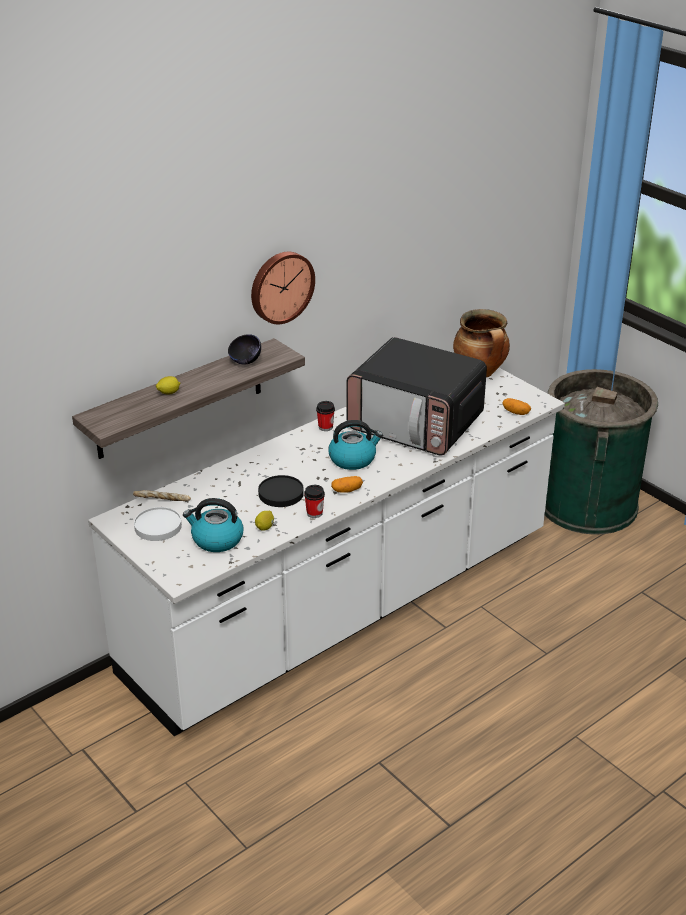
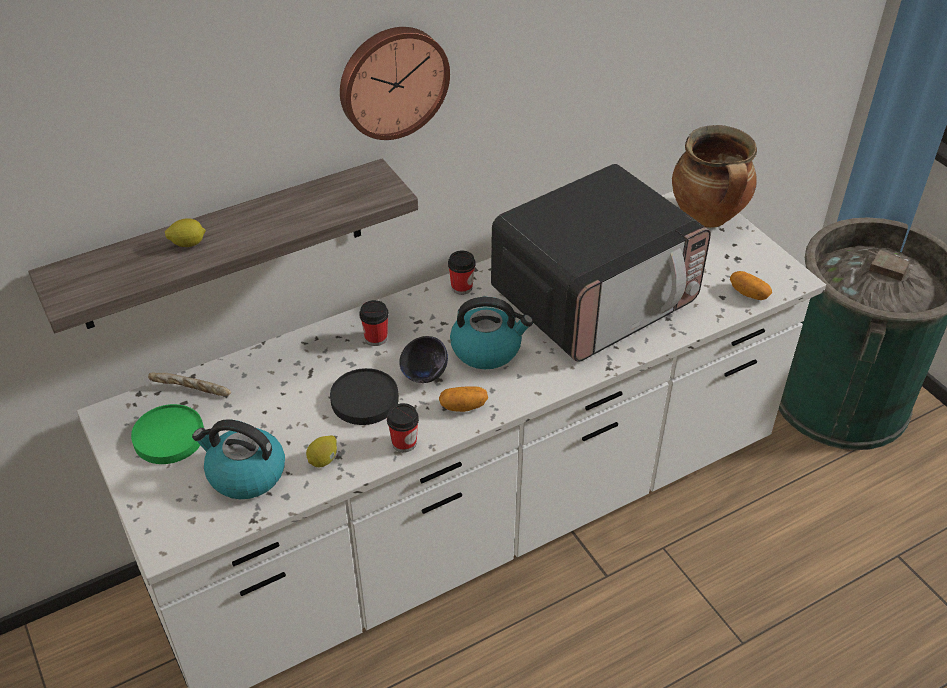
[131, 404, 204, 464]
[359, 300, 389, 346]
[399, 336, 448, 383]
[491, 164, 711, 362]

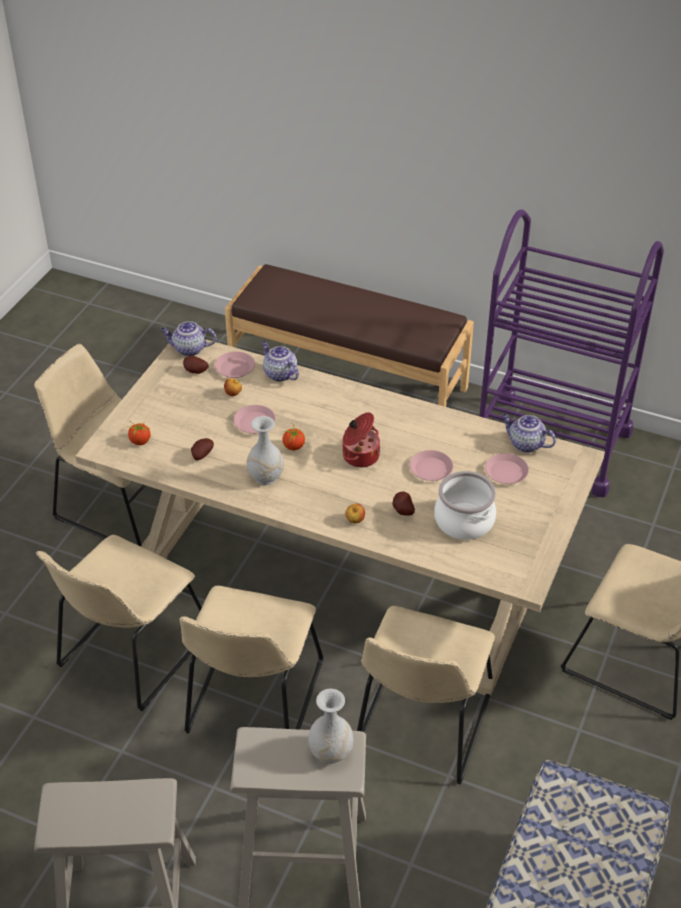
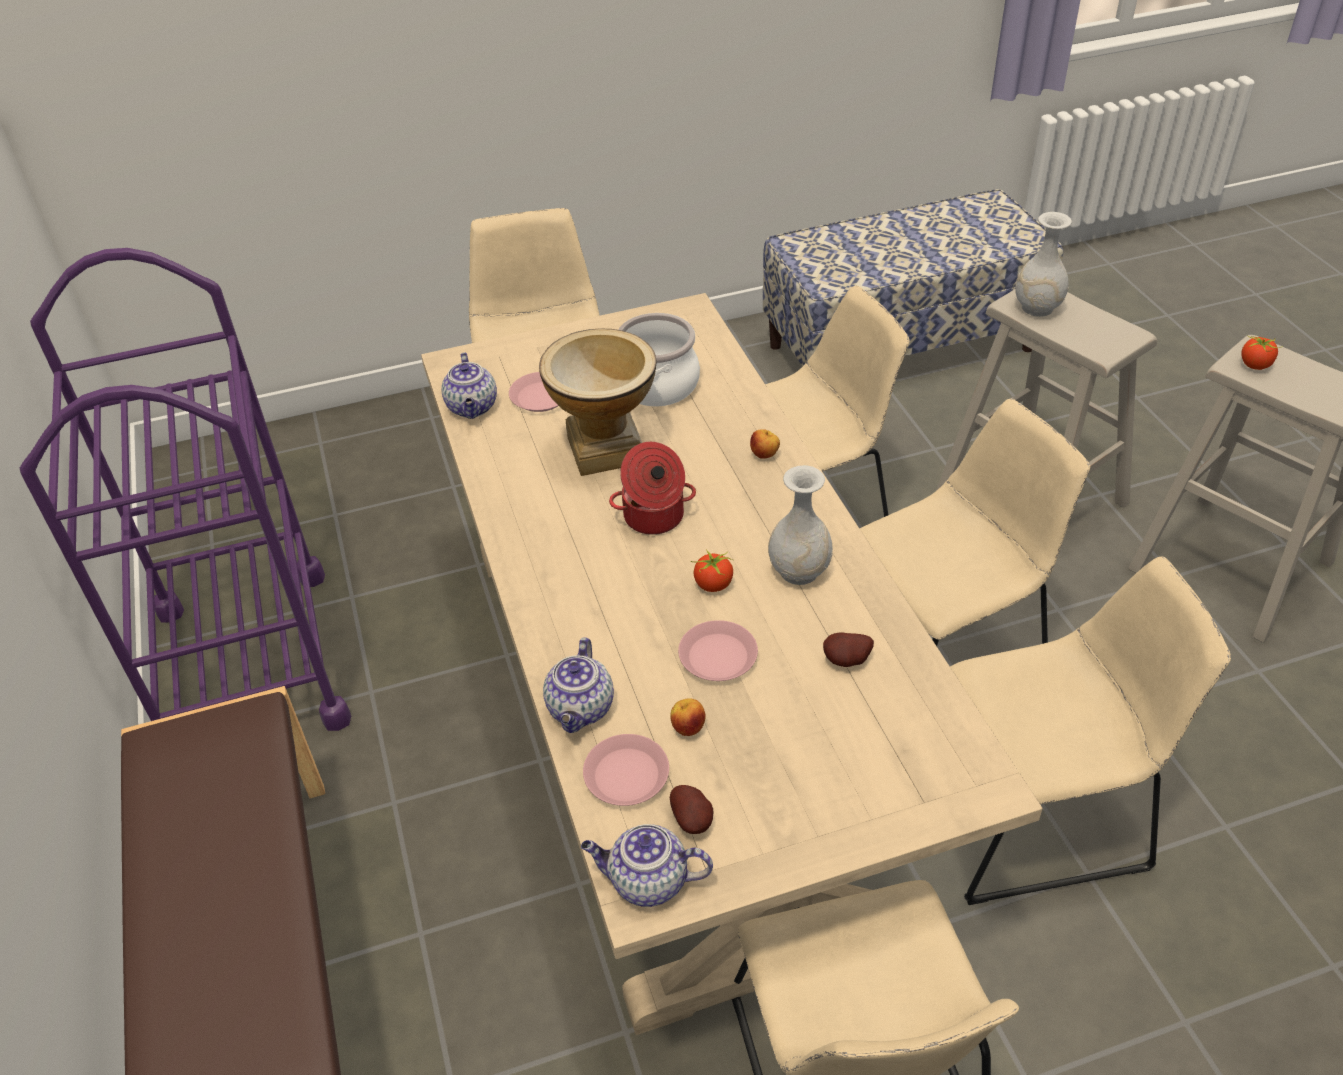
[539, 328, 656, 476]
[581, 824, 713, 907]
[1241, 335, 1283, 370]
[393, 492, 415, 516] (first image)

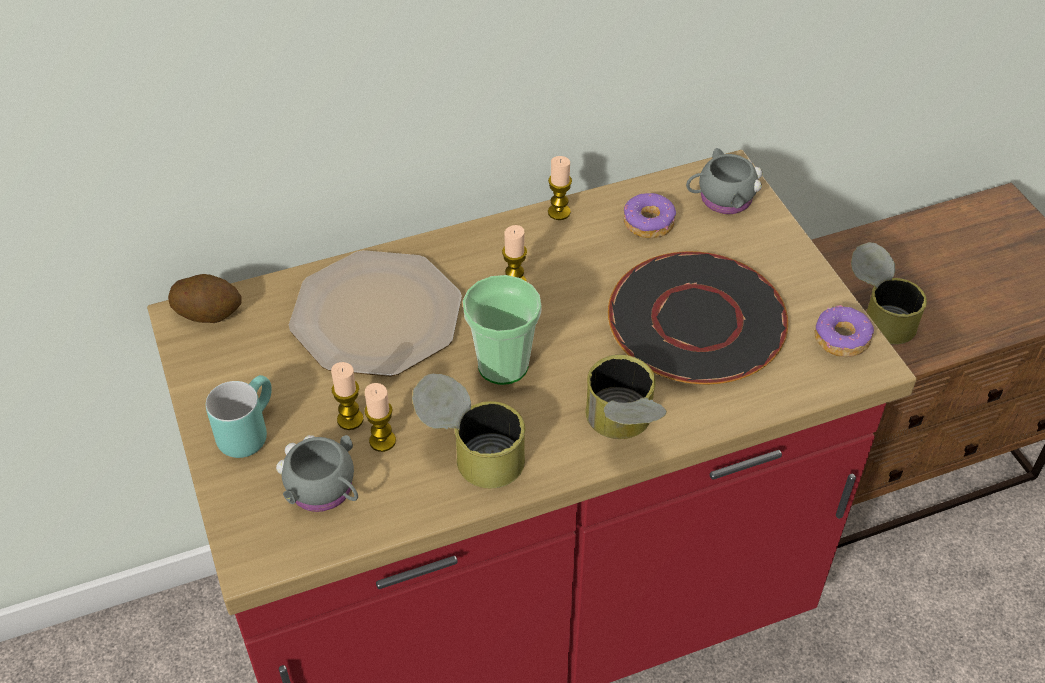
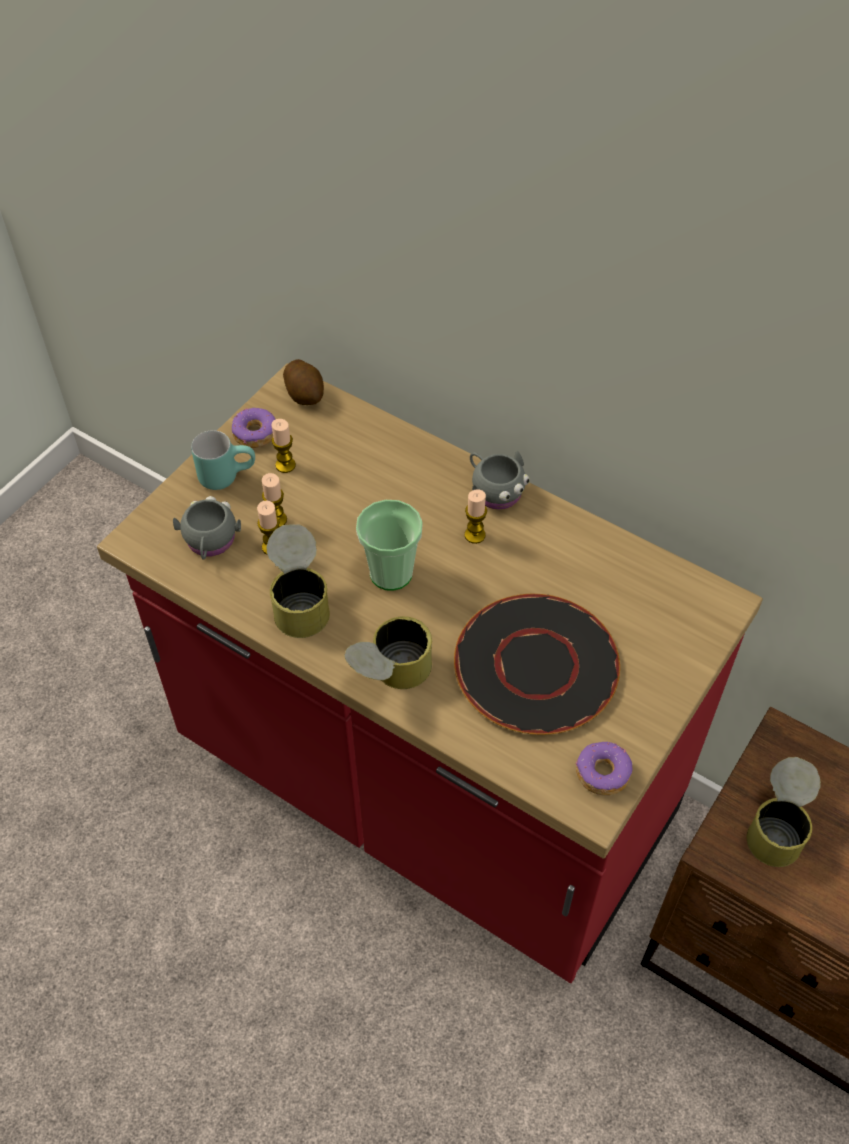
[232, 408, 276, 448]
[272, 419, 296, 473]
[470, 451, 530, 509]
[289, 250, 462, 376] (first image)

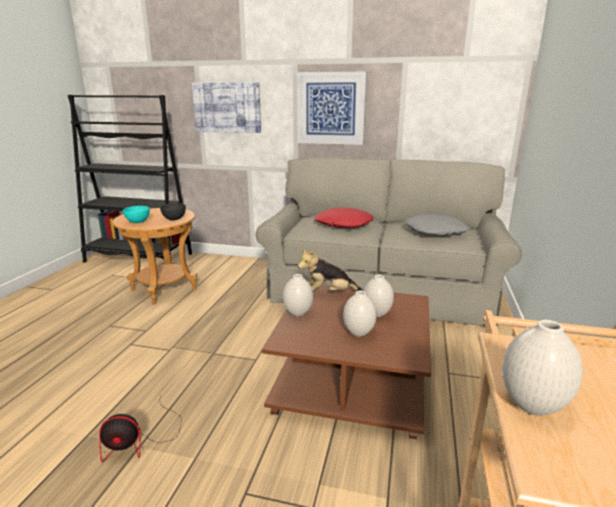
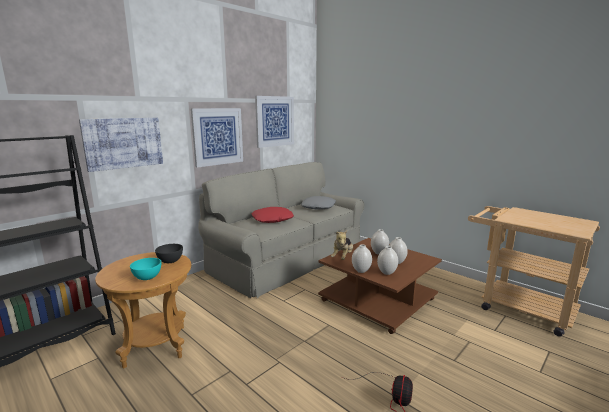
[255, 96, 294, 148]
[377, 246, 398, 275]

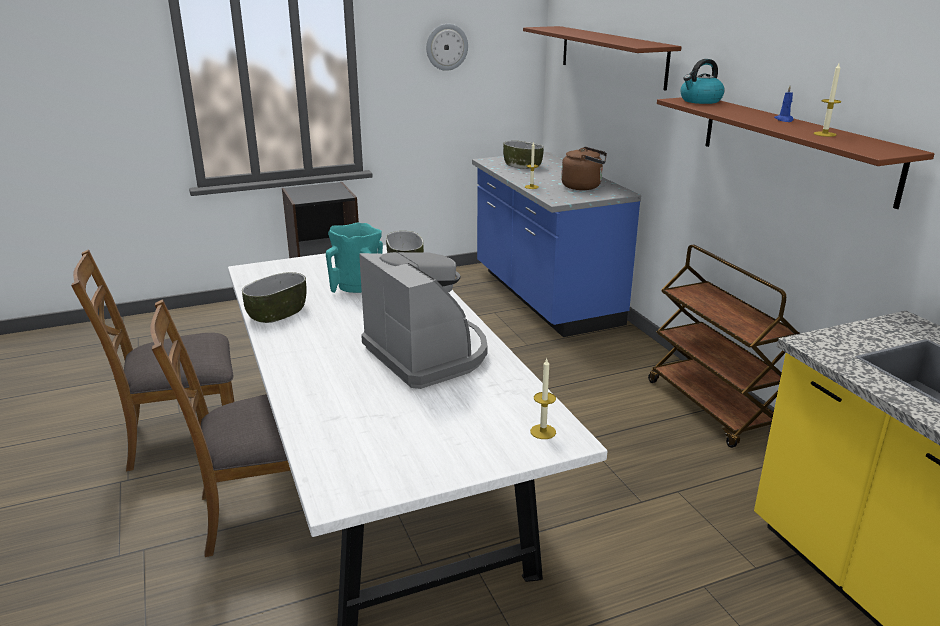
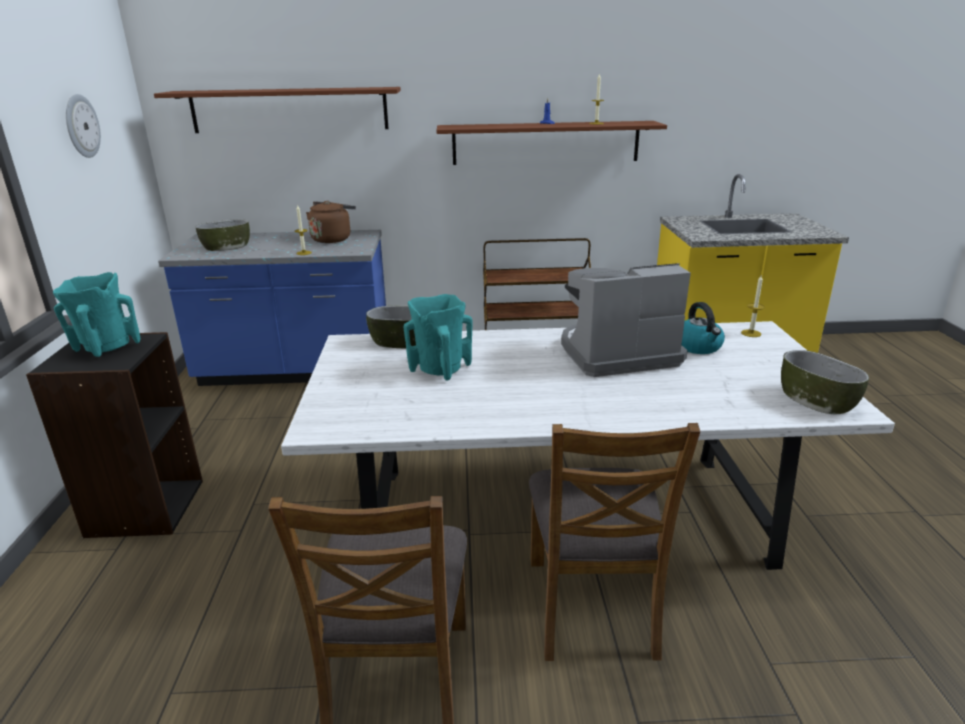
[53, 272, 141, 357]
[681, 302, 725, 354]
[781, 350, 869, 414]

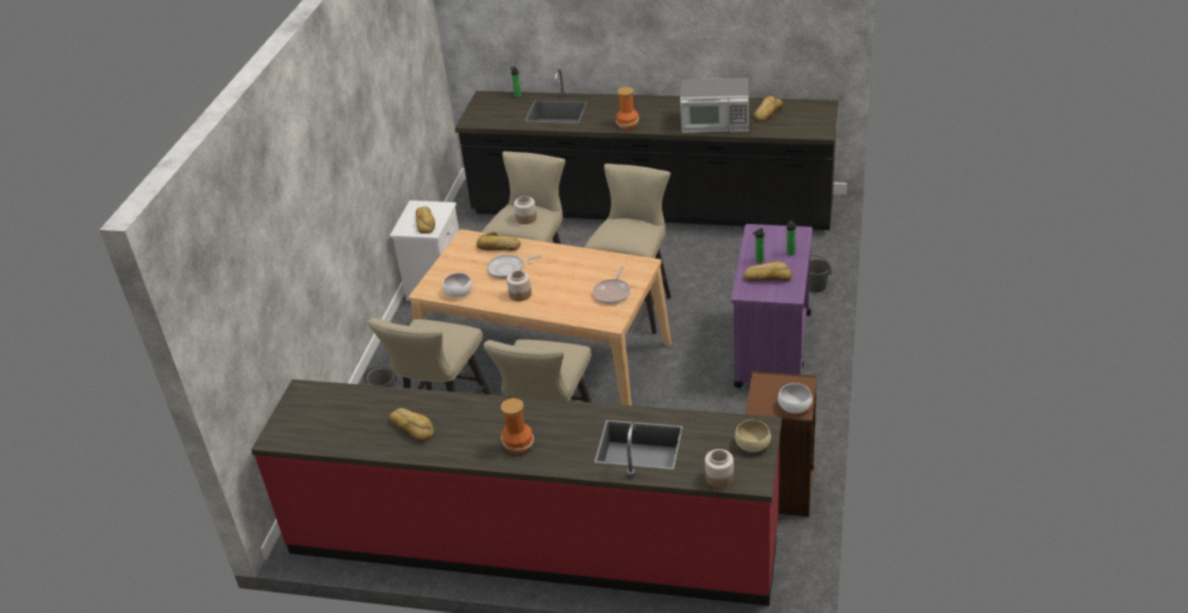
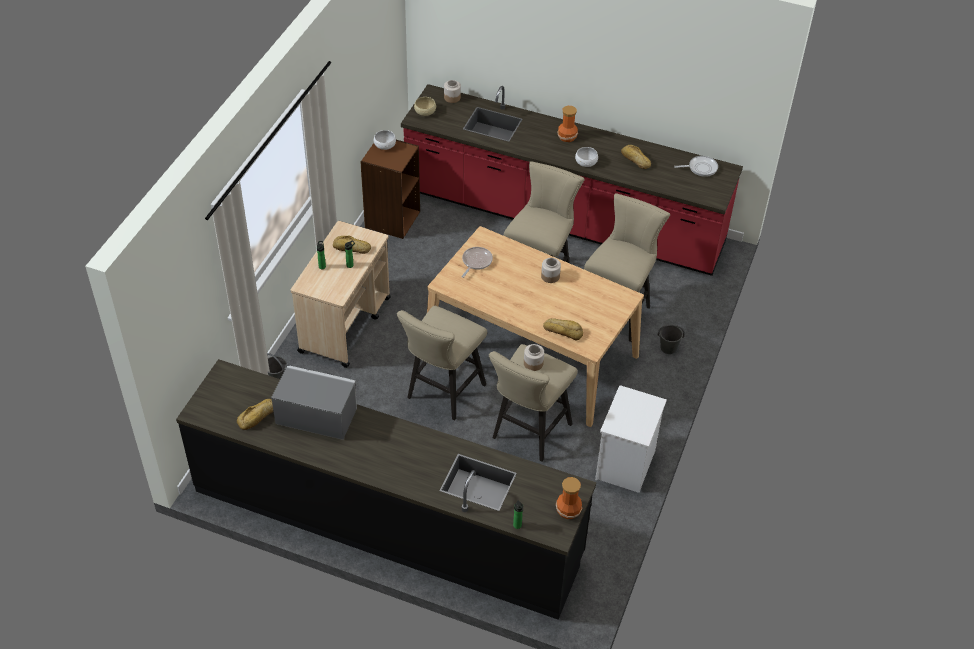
[291, 221, 391, 368]
[556, 477, 582, 519]
[575, 147, 598, 167]
[674, 156, 718, 177]
[416, 206, 435, 234] (first image)

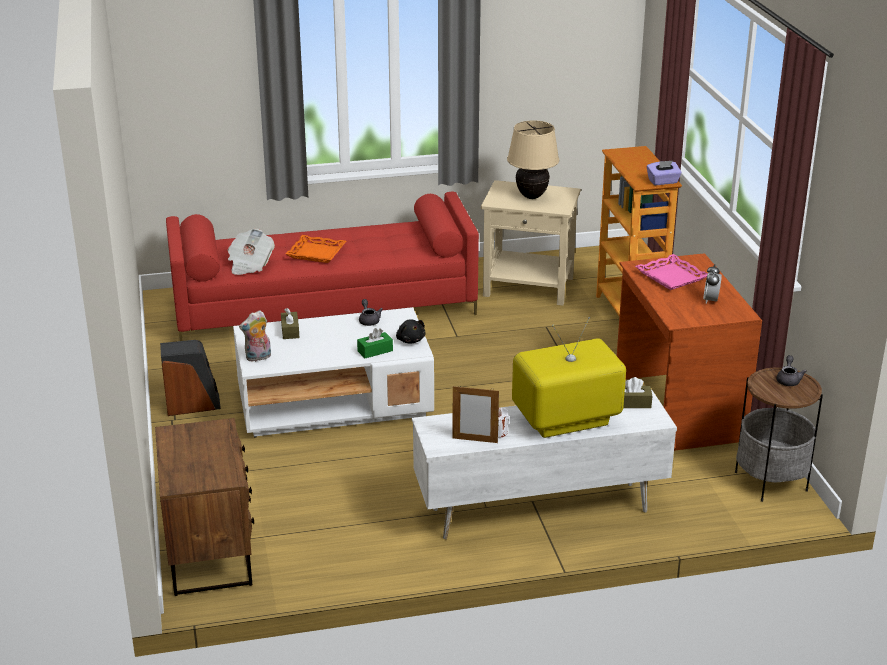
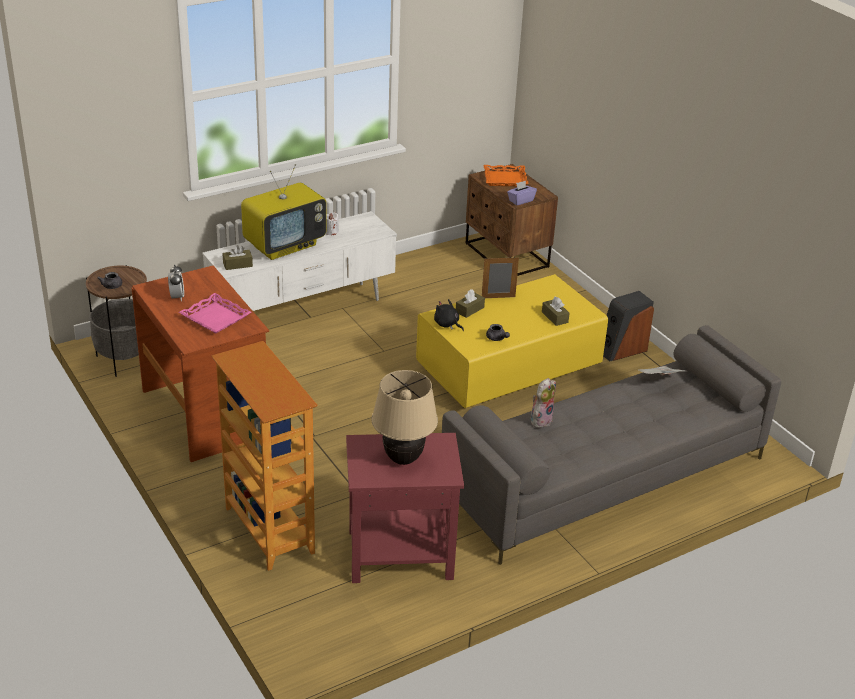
[346, 433, 464, 583]
[416, 274, 608, 408]
[442, 325, 781, 565]
[456, 289, 485, 318]
[482, 257, 519, 298]
[484, 165, 529, 186]
[507, 181, 537, 206]
[531, 378, 556, 429]

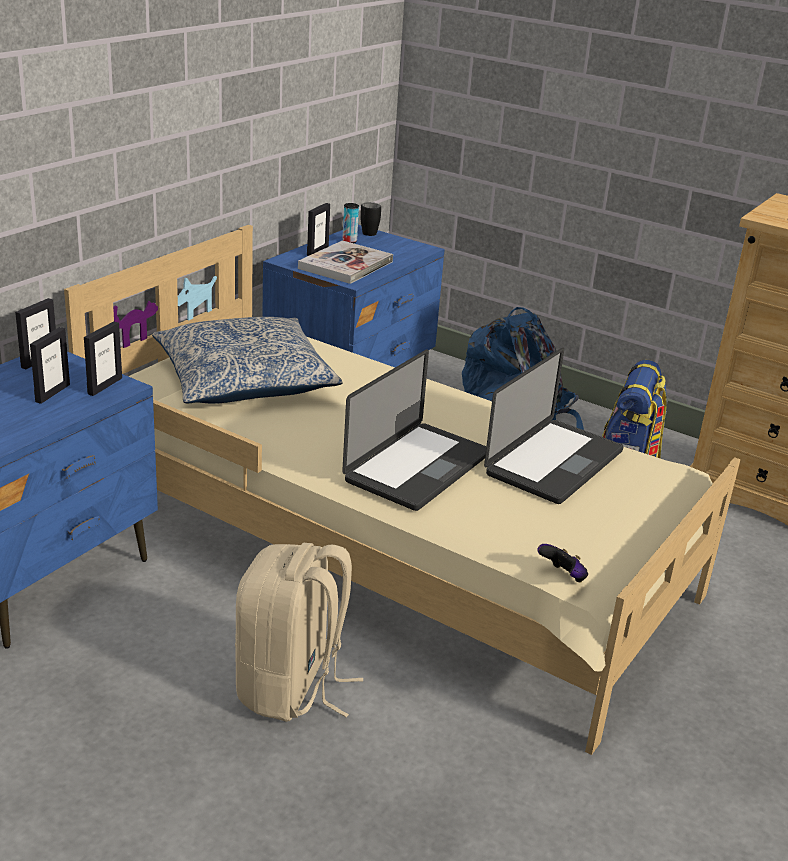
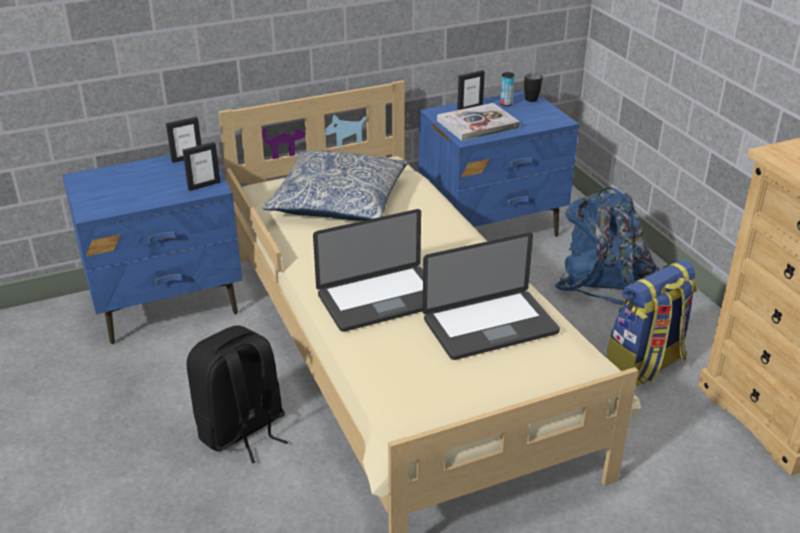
[187, 326, 288, 463]
[30, 327, 70, 404] (first image)
[537, 544, 588, 583] (first image)

